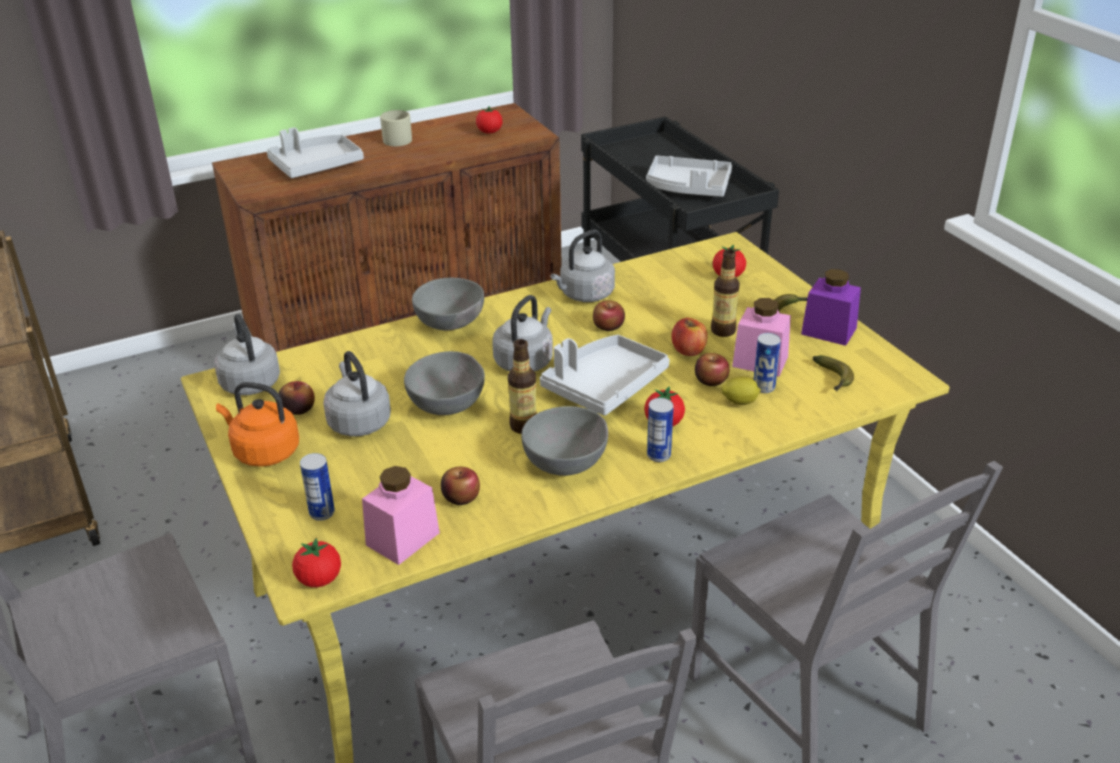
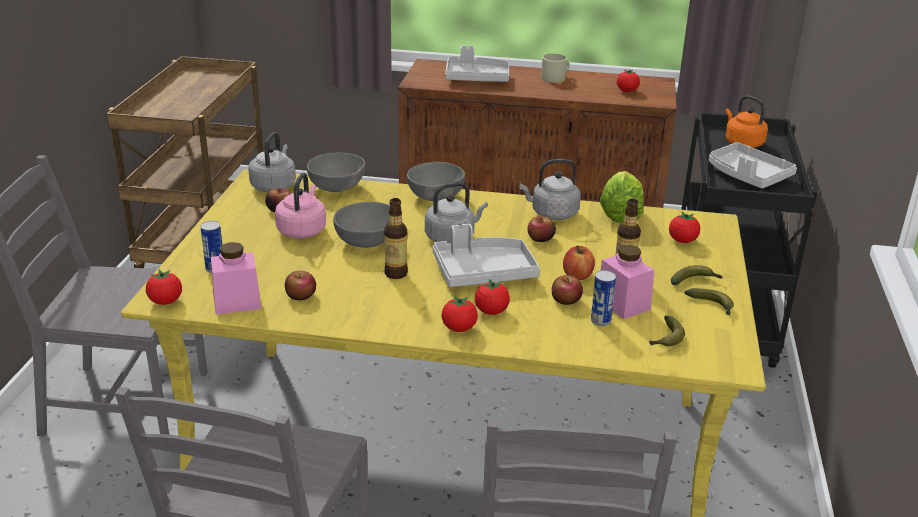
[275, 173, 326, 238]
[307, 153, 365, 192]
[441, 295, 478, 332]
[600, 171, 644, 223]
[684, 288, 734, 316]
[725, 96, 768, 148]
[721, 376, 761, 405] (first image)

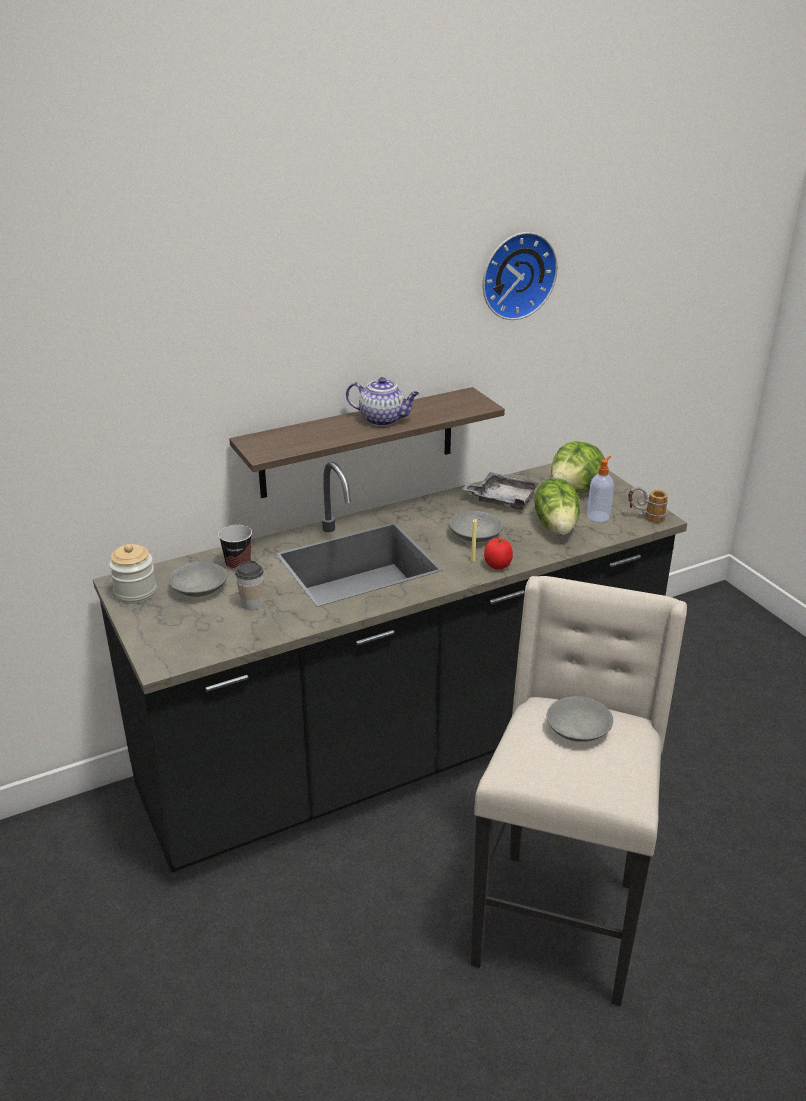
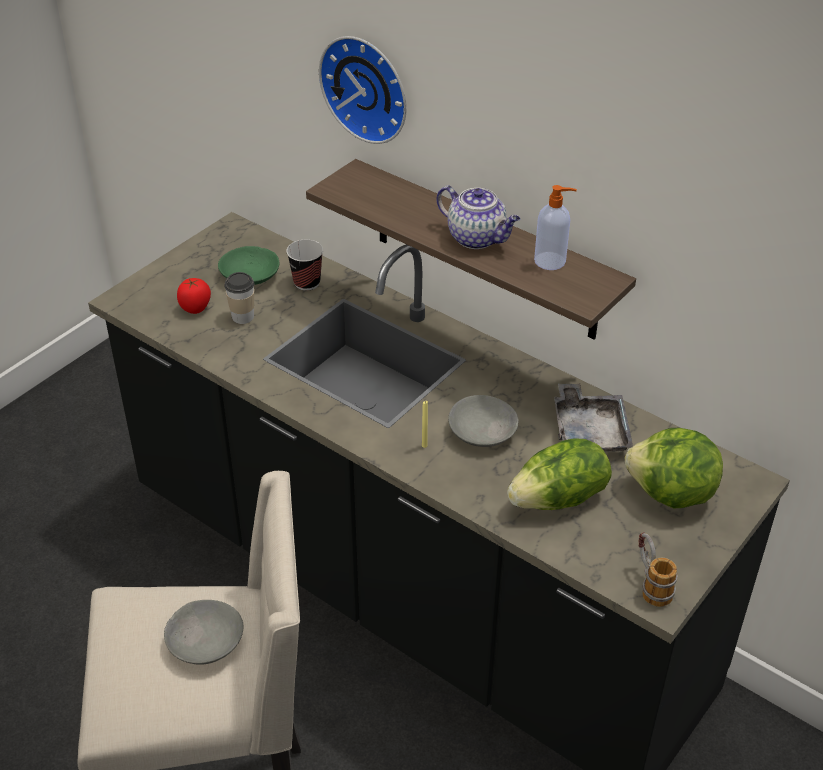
[177, 278, 211, 314]
[218, 246, 279, 285]
[319, 36, 407, 144]
[437, 185, 520, 249]
[534, 185, 577, 270]
[109, 544, 157, 604] (first image)

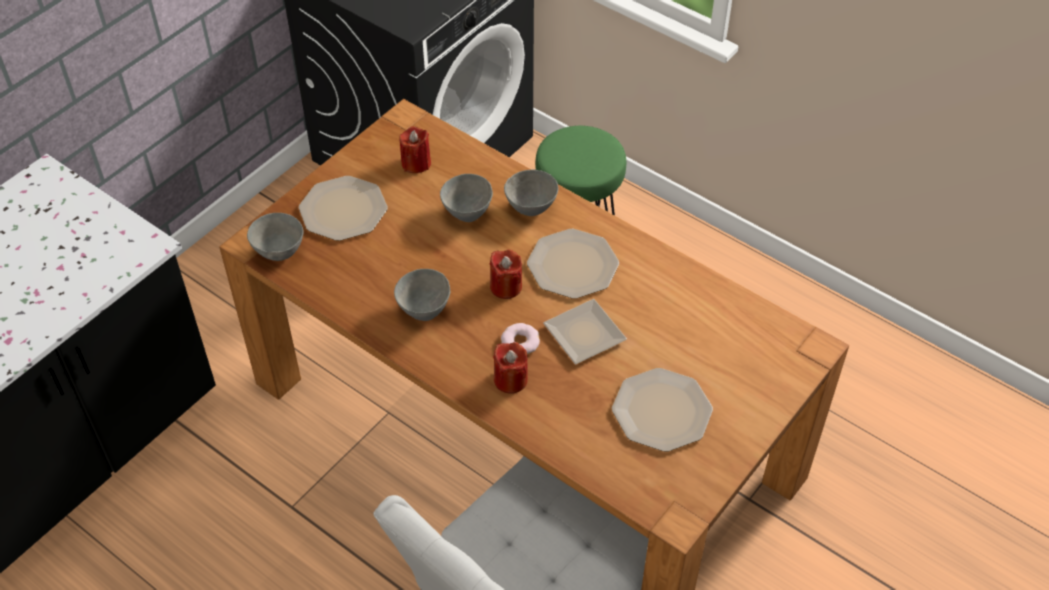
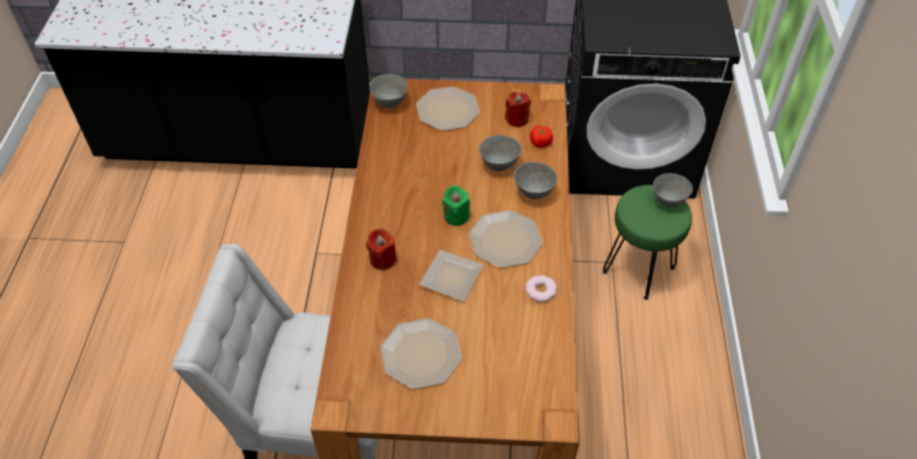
[442, 185, 470, 226]
[525, 275, 557, 302]
[530, 125, 553, 148]
[653, 173, 693, 207]

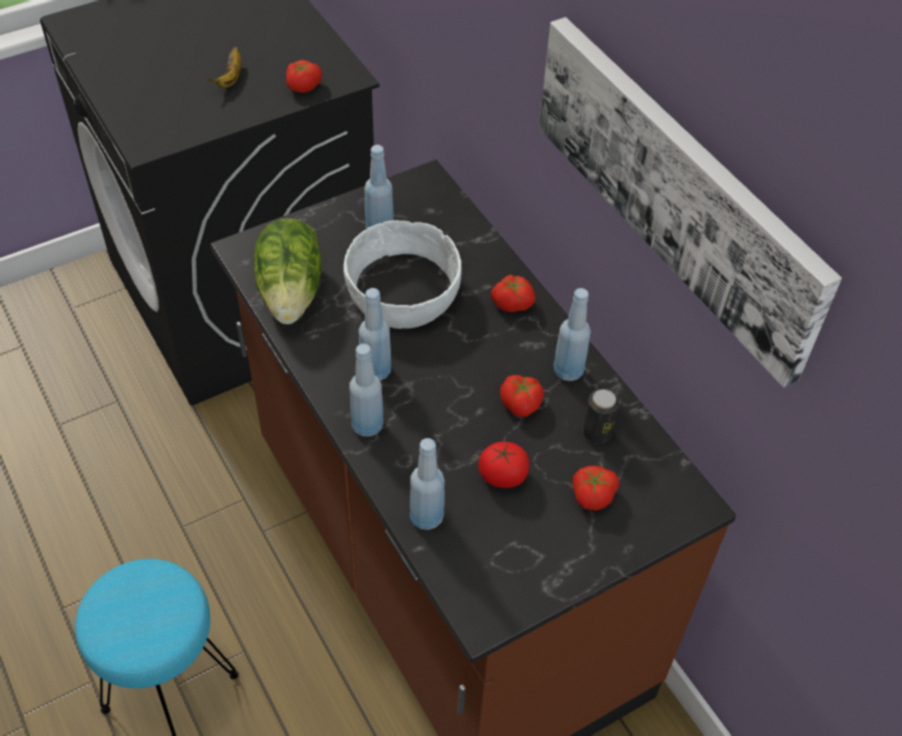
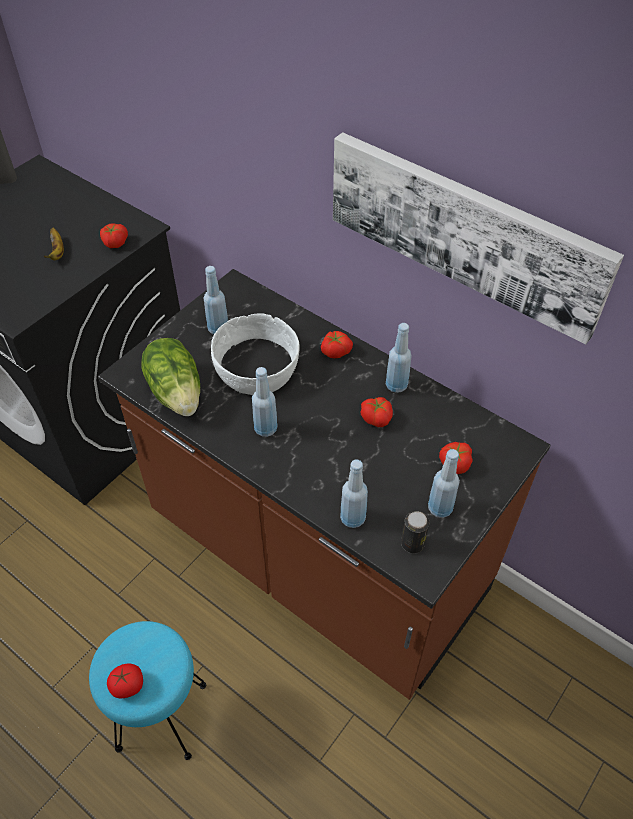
[107, 664, 143, 698]
[401, 511, 429, 553]
[428, 449, 460, 518]

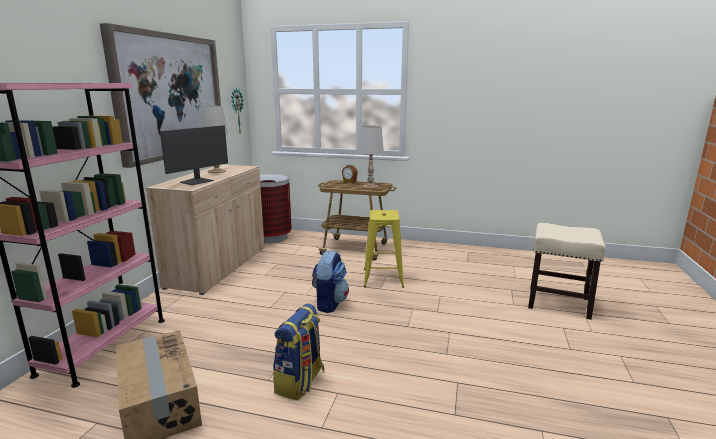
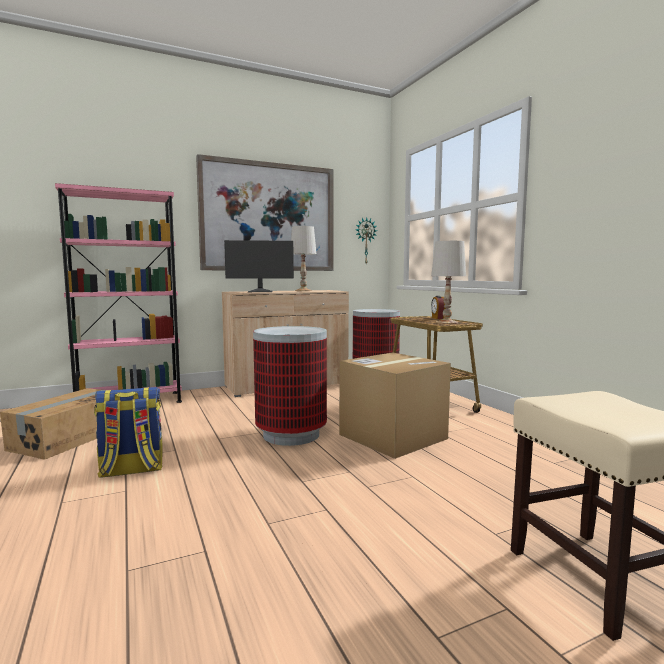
[253, 326, 327, 446]
[339, 353, 451, 459]

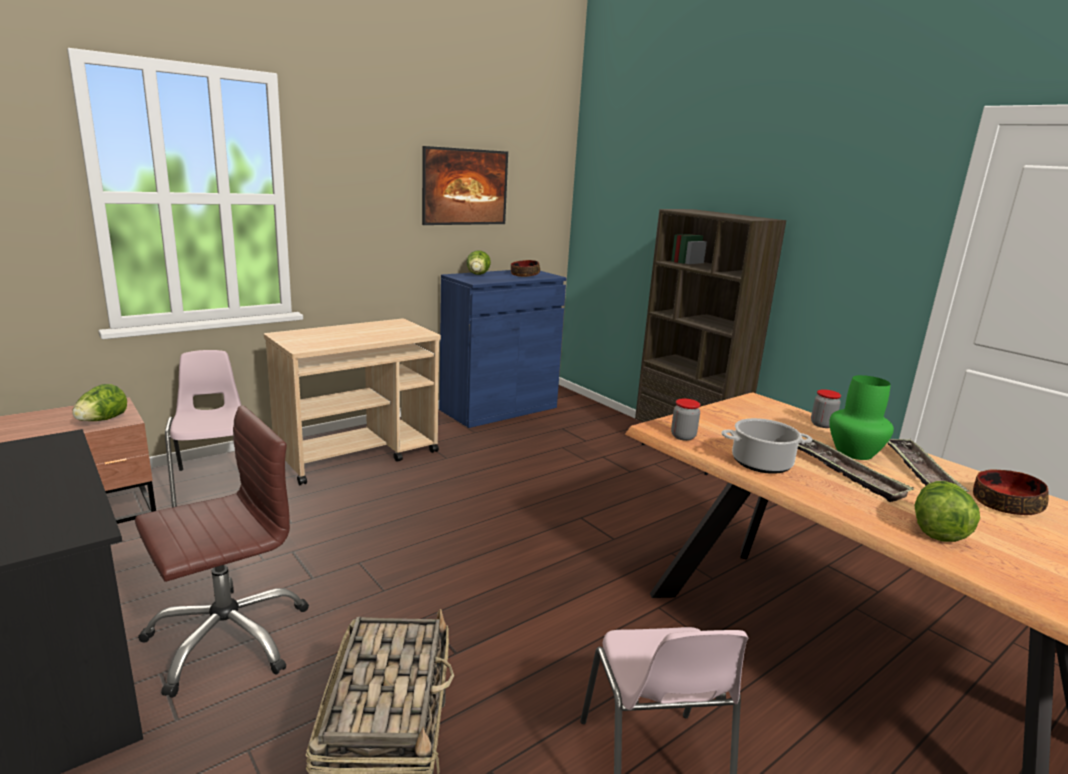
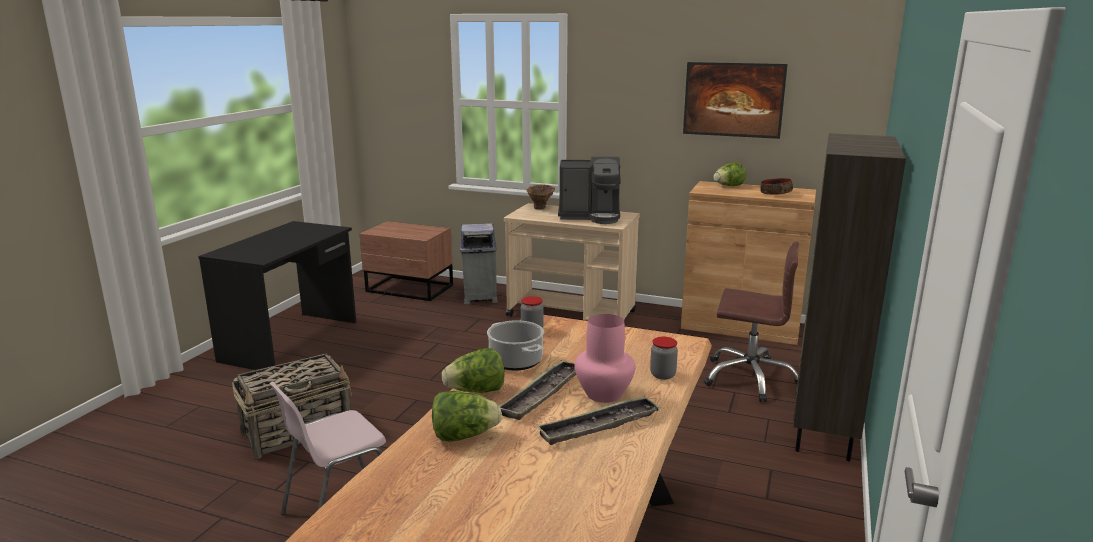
[442, 348, 505, 393]
[460, 223, 498, 304]
[526, 184, 555, 210]
[558, 157, 621, 224]
[575, 314, 635, 403]
[681, 181, 816, 345]
[704, 241, 799, 402]
[973, 470, 1049, 515] (first image)

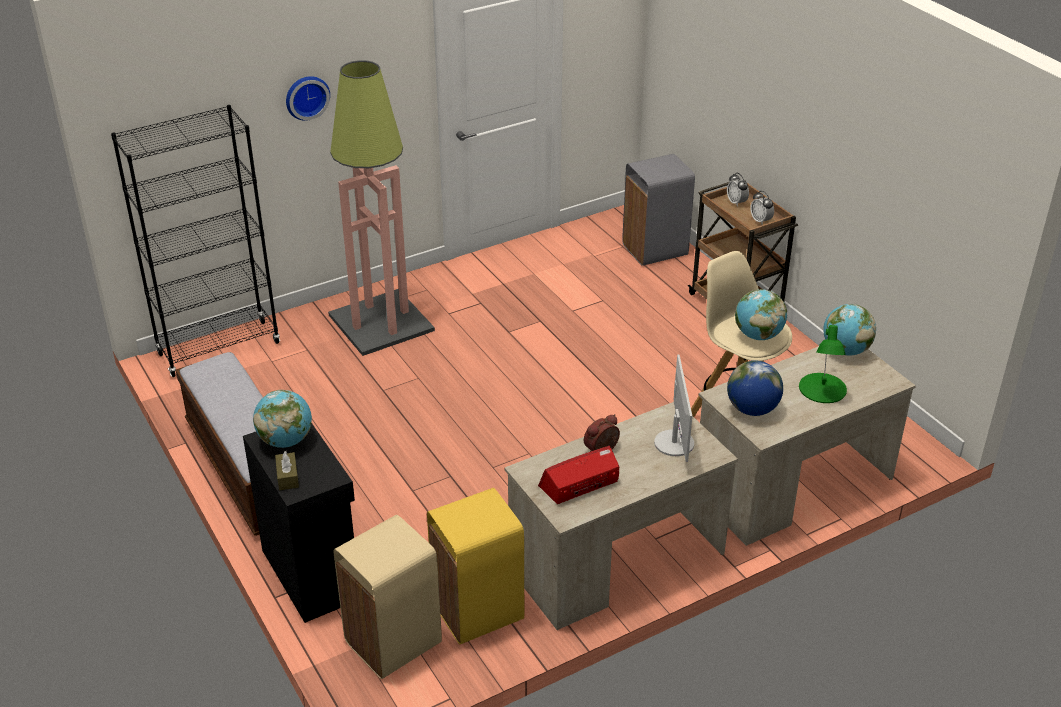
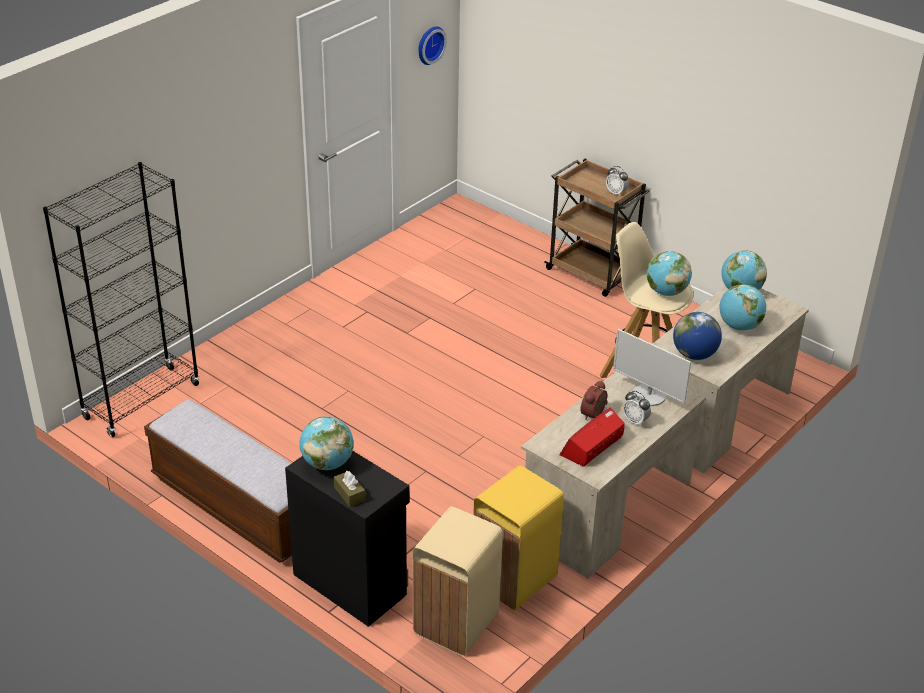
[418, 27, 447, 65]
[613, 329, 691, 406]
[623, 391, 651, 426]
[720, 284, 766, 331]
[328, 60, 435, 356] (first image)
[622, 154, 695, 266] (first image)

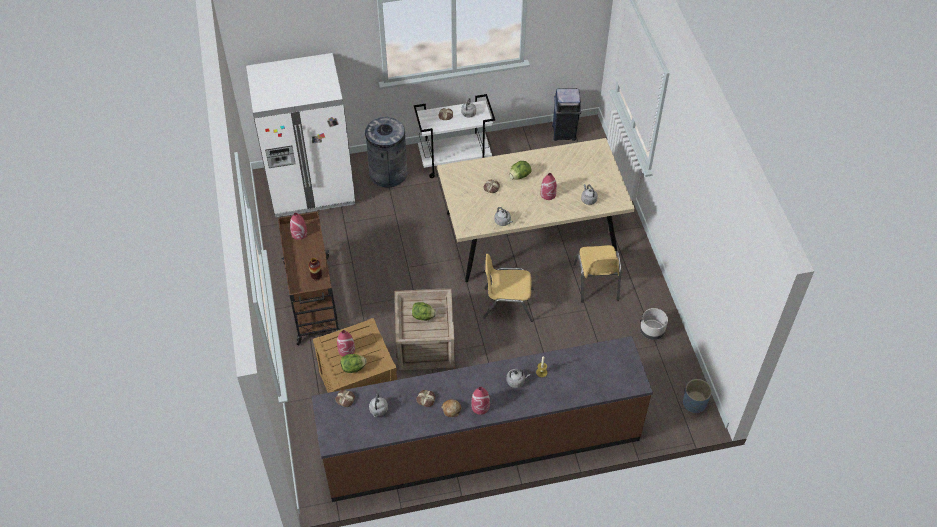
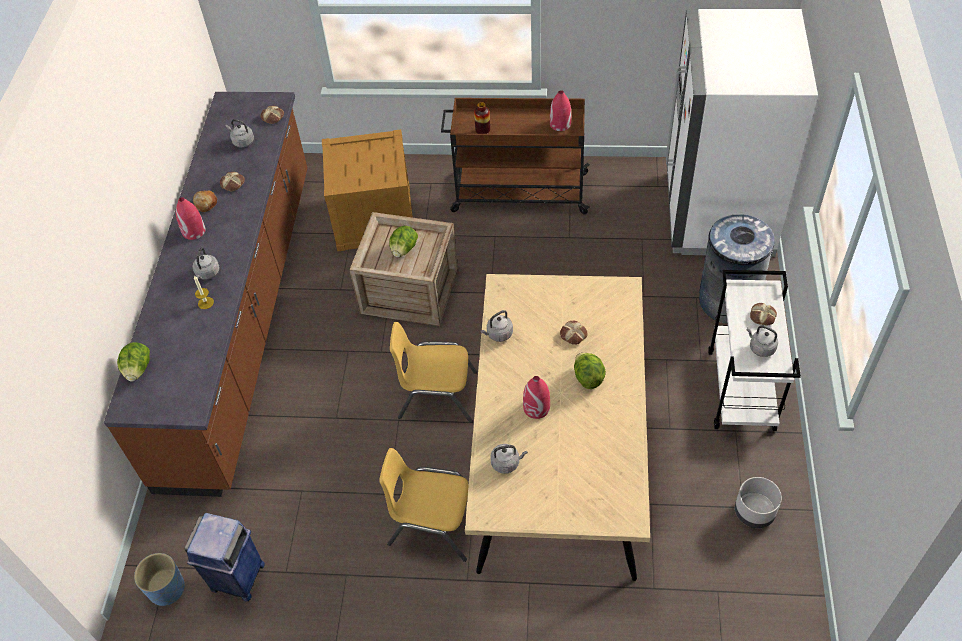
[117, 342, 150, 381]
[184, 513, 265, 601]
[390, 322, 477, 423]
[735, 477, 782, 528]
[337, 330, 355, 356] (first image)

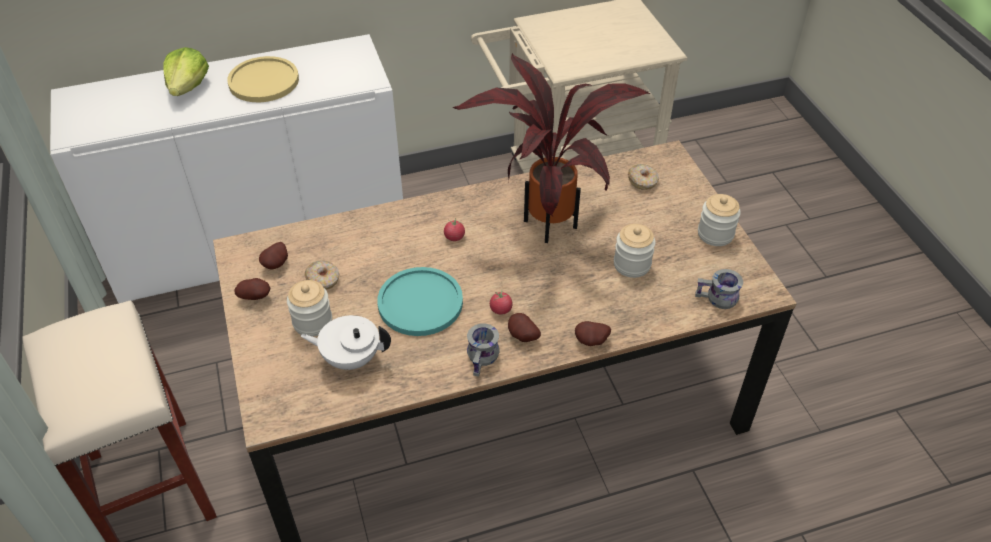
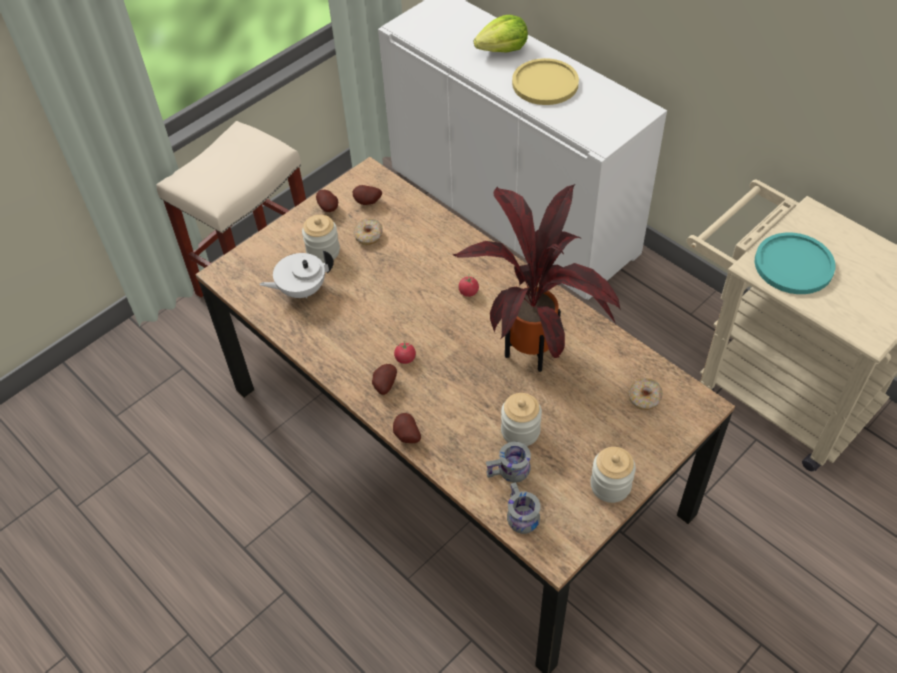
[259, 250, 334, 298]
[486, 442, 531, 483]
[755, 233, 835, 294]

